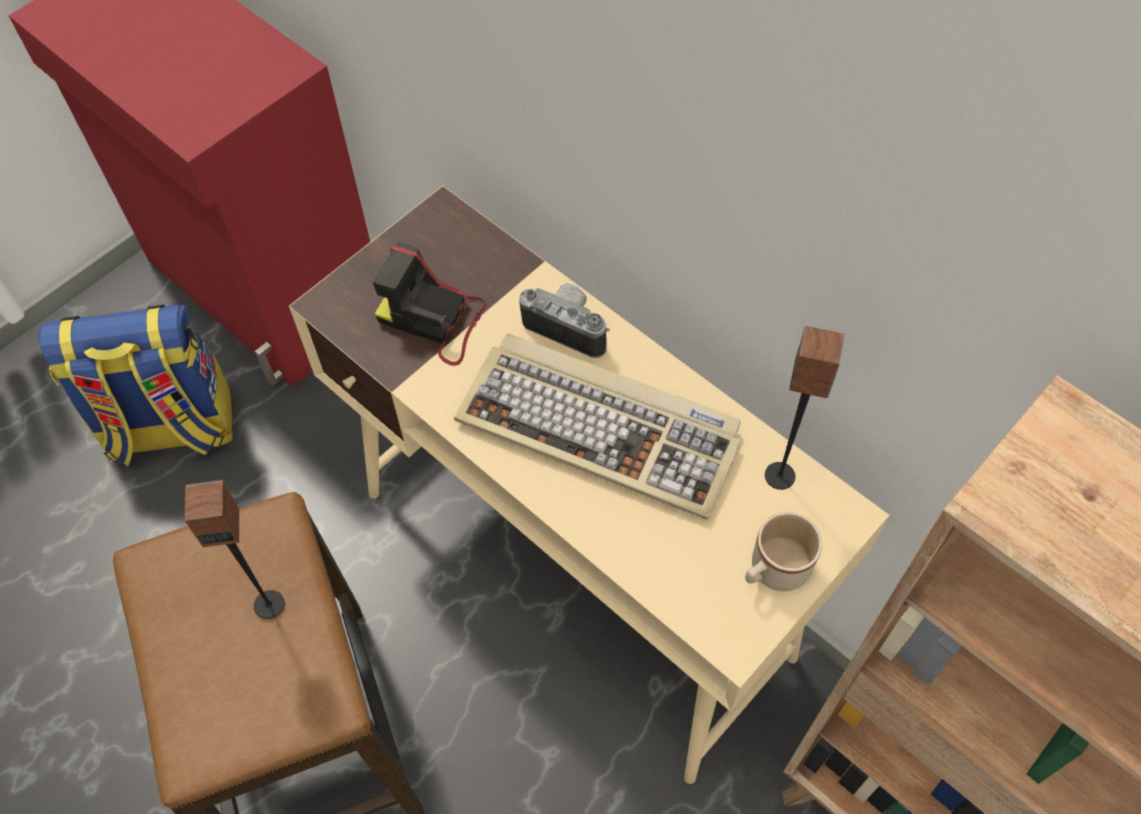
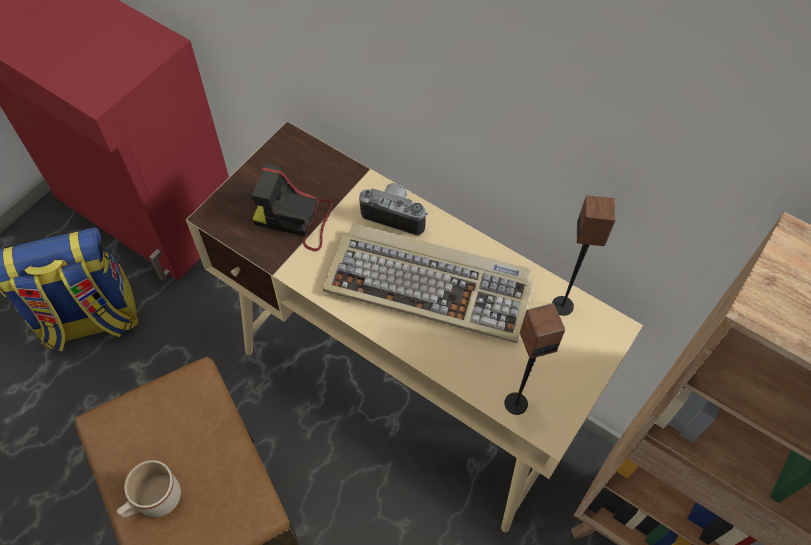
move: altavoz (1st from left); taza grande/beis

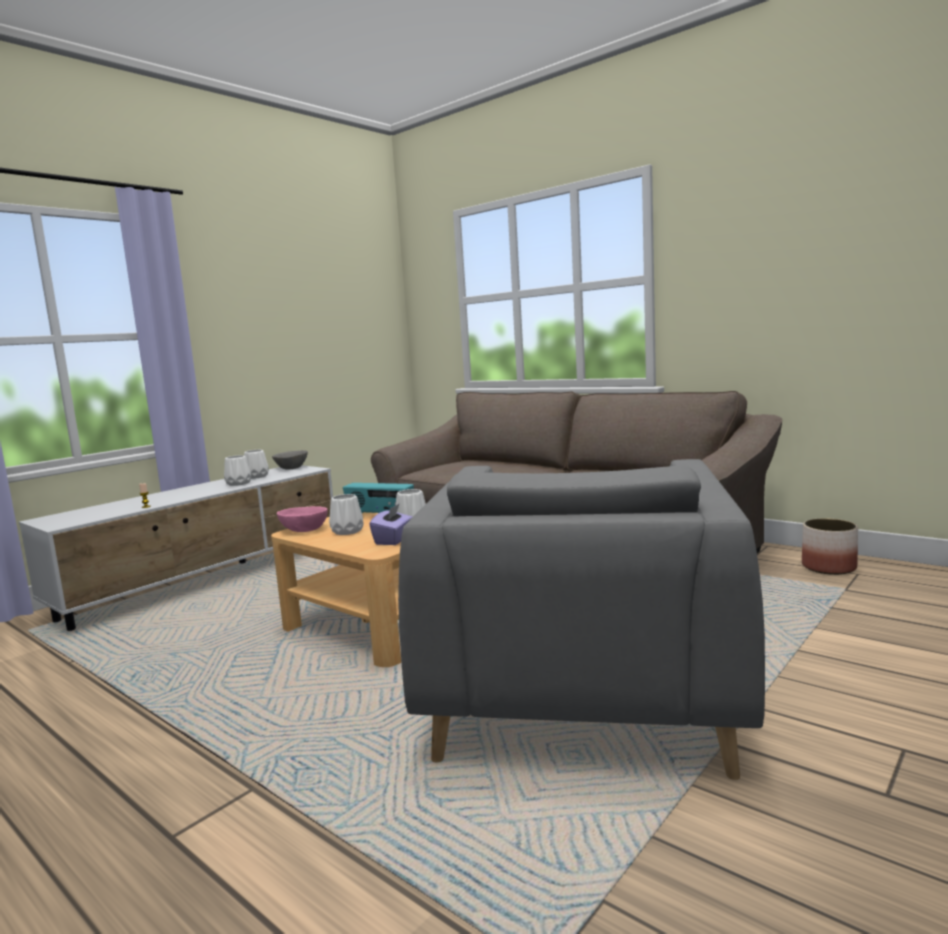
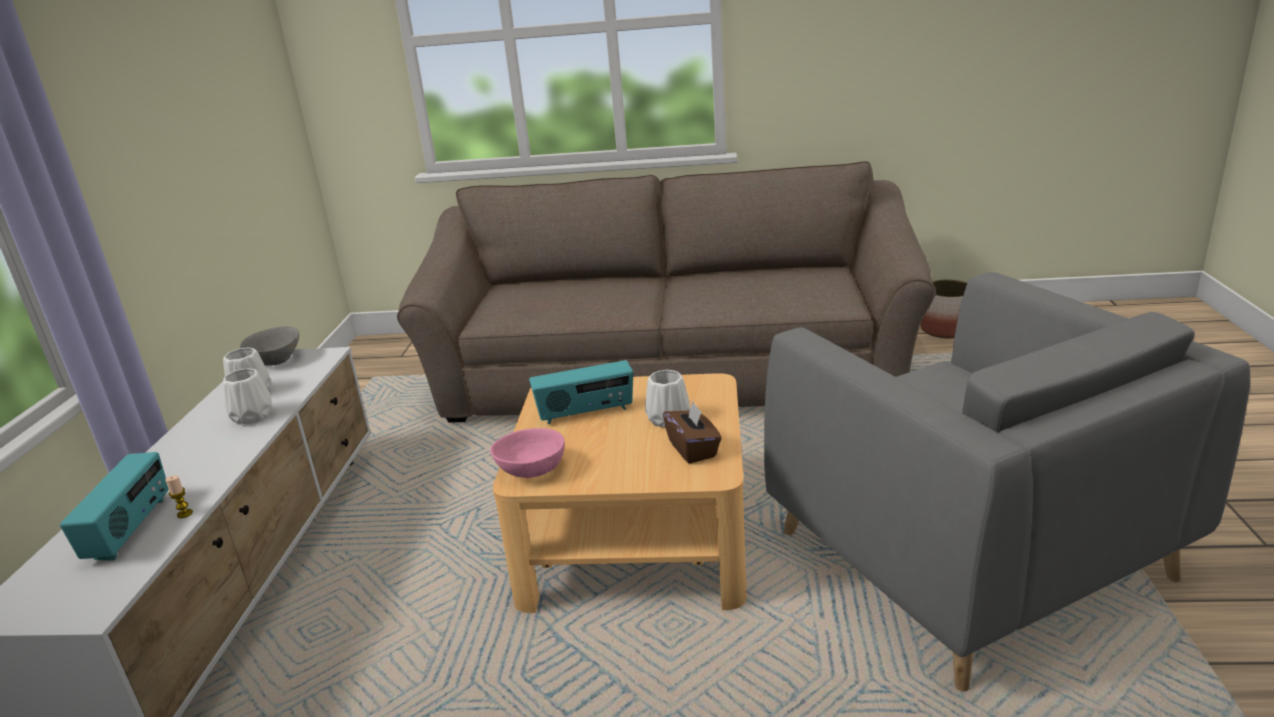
delete: florero/blanco (3rd from left)
insert: radio (1st from left)
recolor: caja de pañuelos/morado to caja de pañuelos/marrón

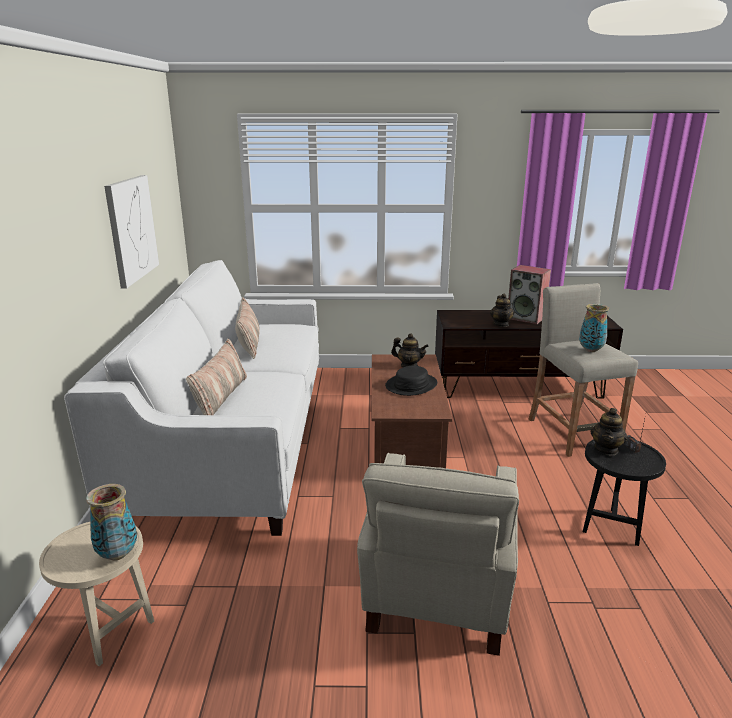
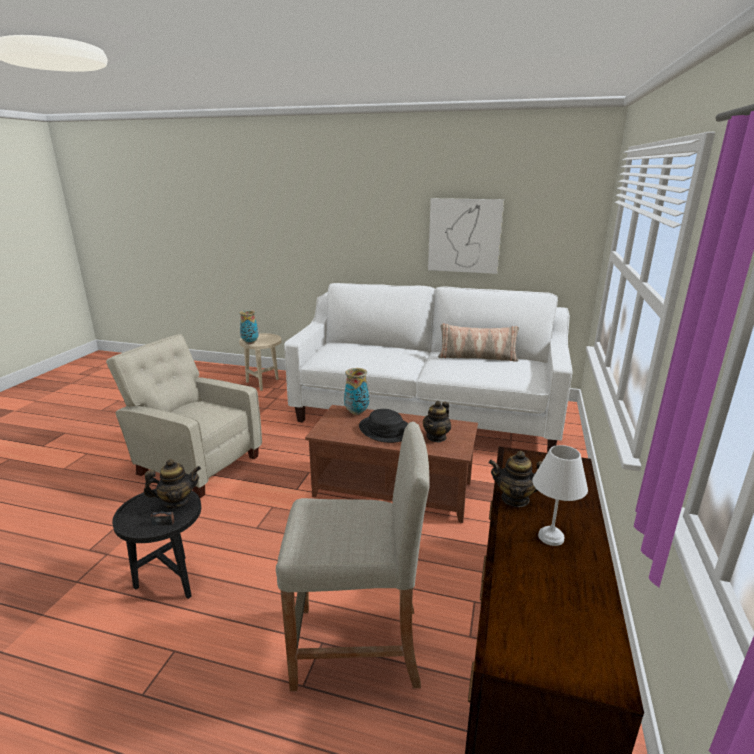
delete: cojín (1st from left)
move: florero (2nd from left)
replace: altavoz to lámpara de mesa/blanco
rotate: tetera (3rd from left in the first image) 120 degrees clockwise

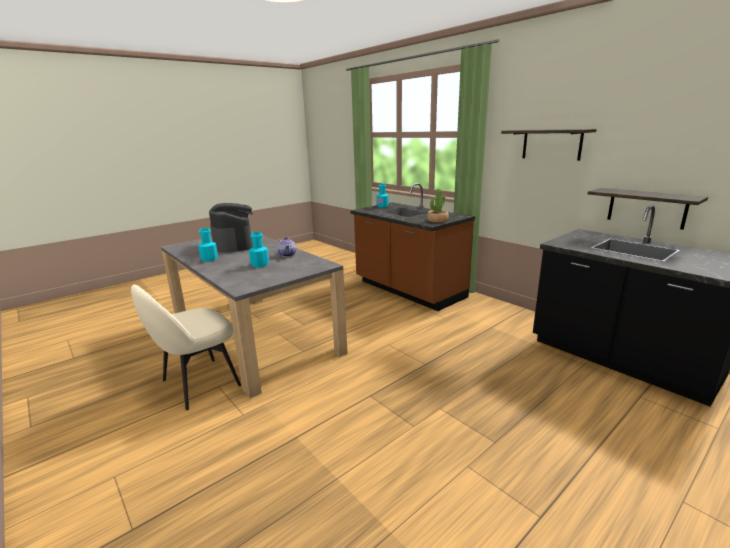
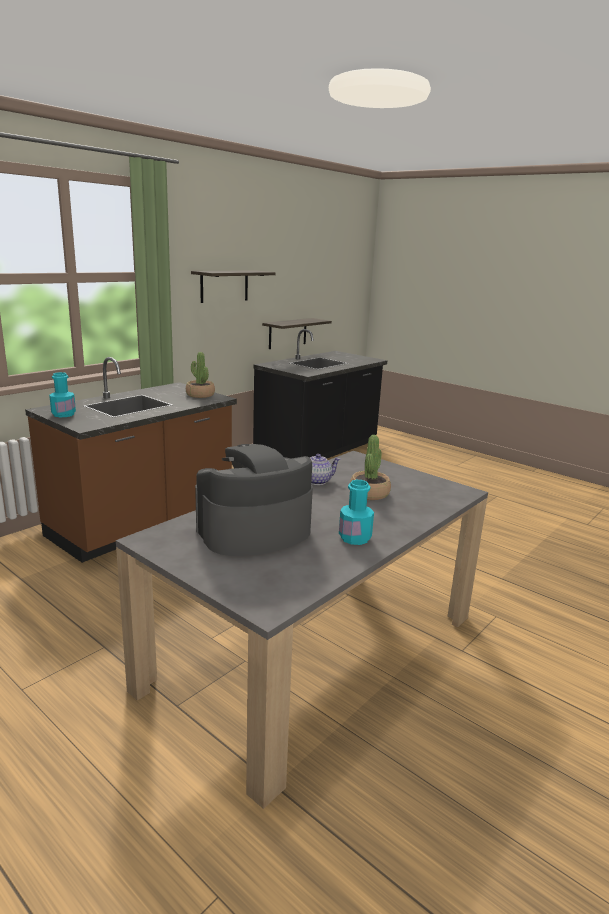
delete: silla/beis
replace: botella/turquesa (2nd from left) to planta en maceta (2nd from left)

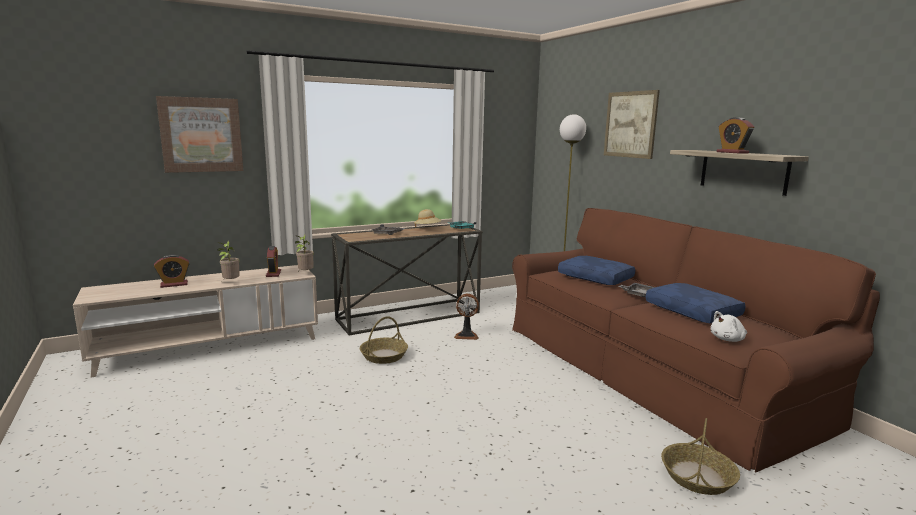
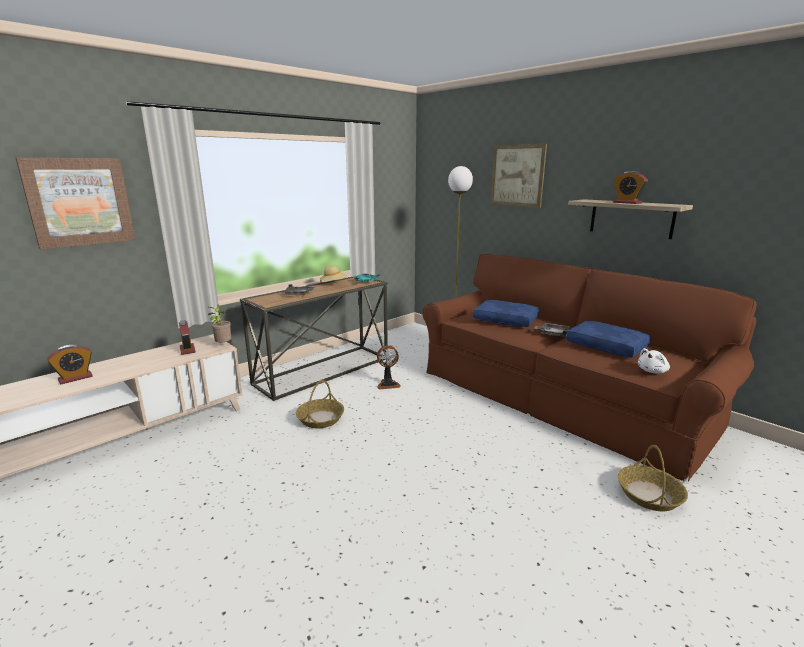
delete: planta en maceta (1st from left)

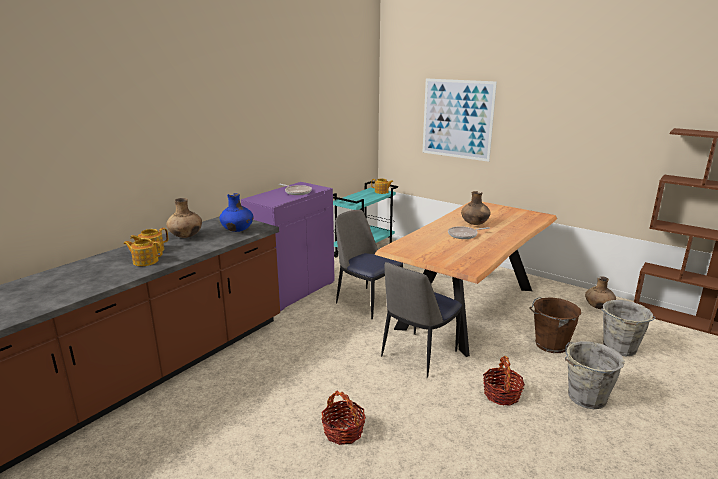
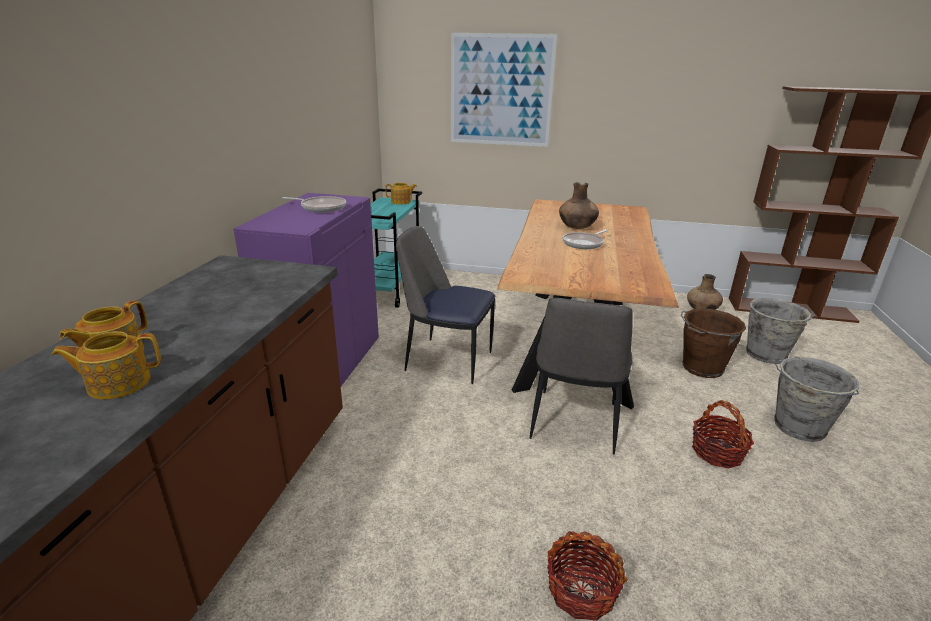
delete: florero/azul; florero/marrón (1st from left)

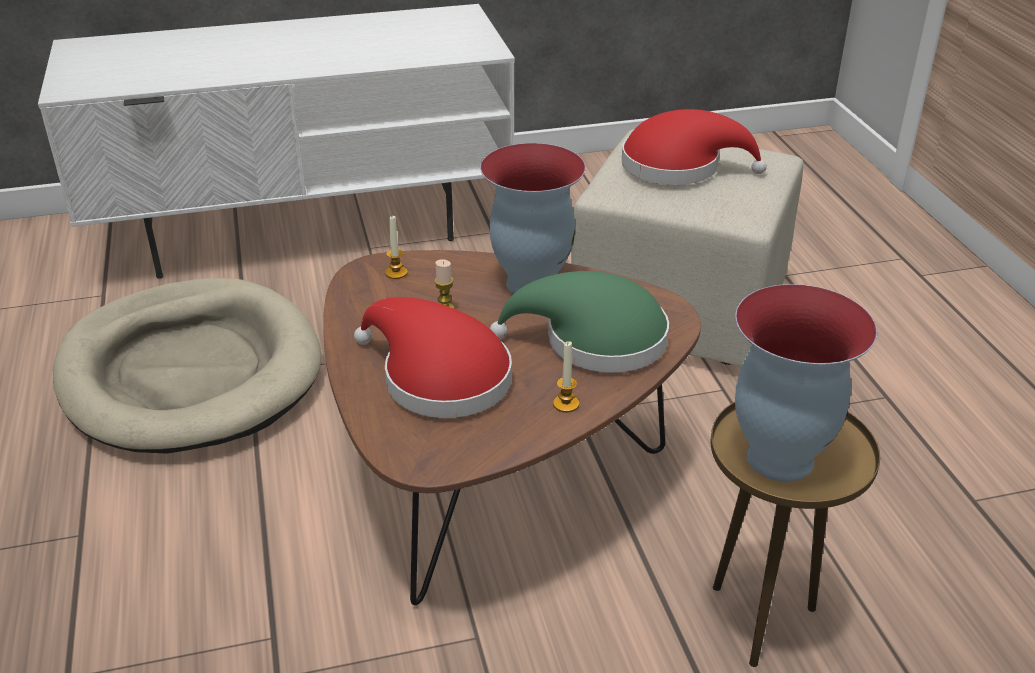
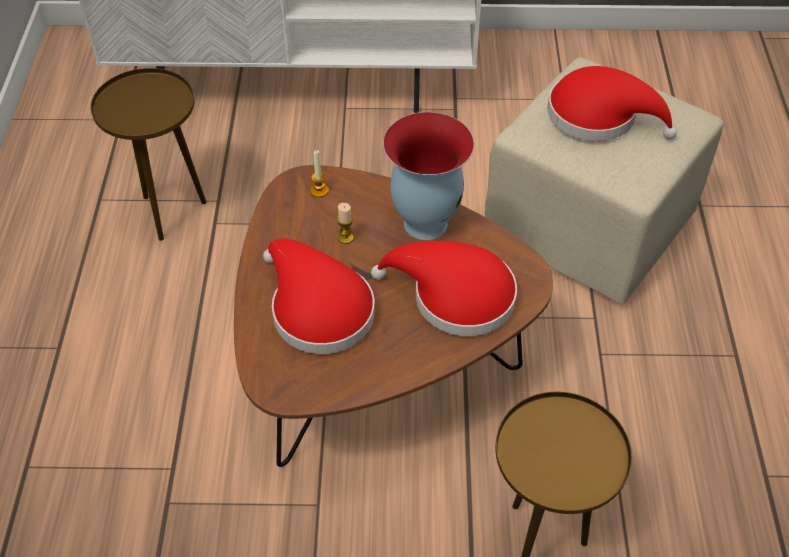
delete: florero (2nd from left); vela (3rd from left)
replace: cama para perro/beis to mesa auxiliar/marrón (1st from left)
recolor: sombrero/verde to sombrero/rojo (2nd from left)

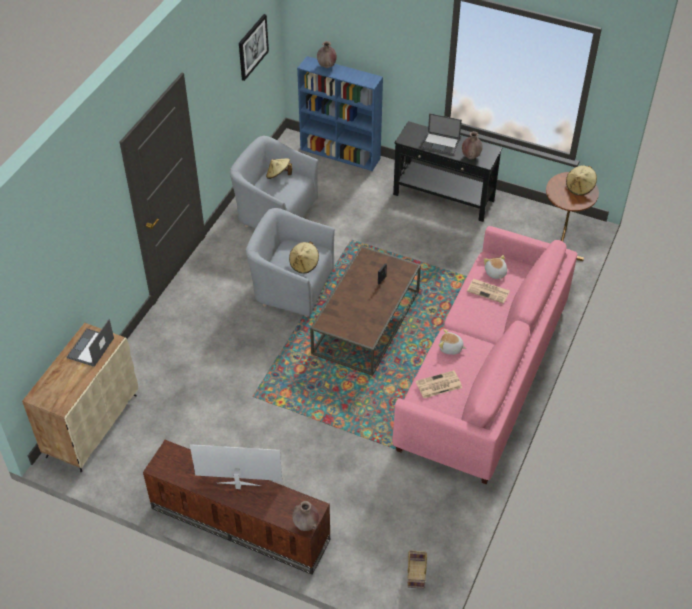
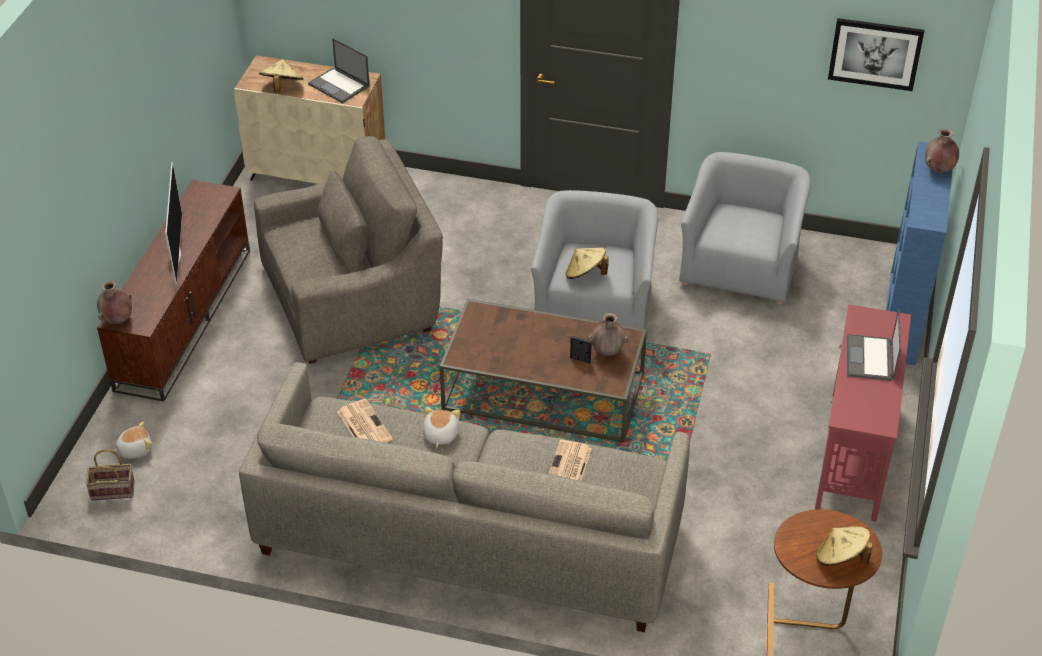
insert: sillón/gris (1st from left)
move: florero/marrón (3rd from left in the first image) to florero/marrón (2nd from left); sombrero/beis (1st from left); peluche (2nd from left in the first image) to peluche (1st from left)
recolor: mesa consola/negro to mesa consola/rojo; sofá/rosa to sofá/gris
rotate: portátil (1st from left) 150 degrees counterclockwise

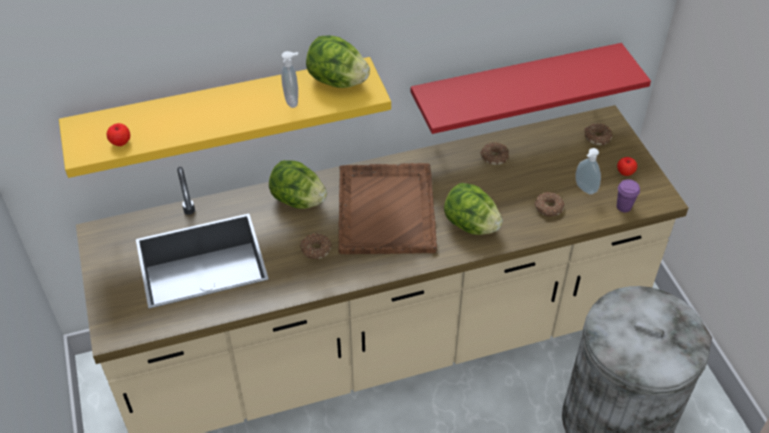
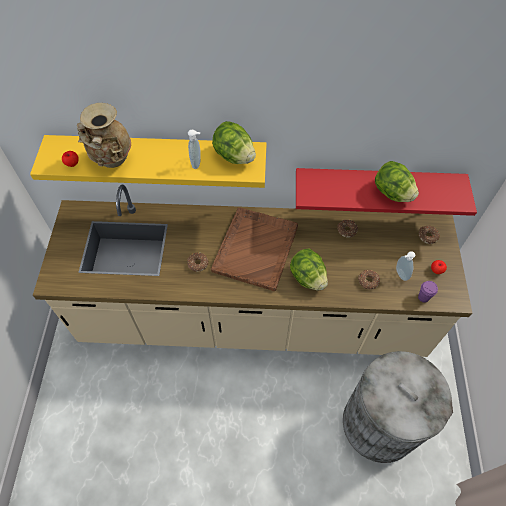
insert: florero/beis
move: lechuga (1st from left in the first image) to lechuga (3rd from left)

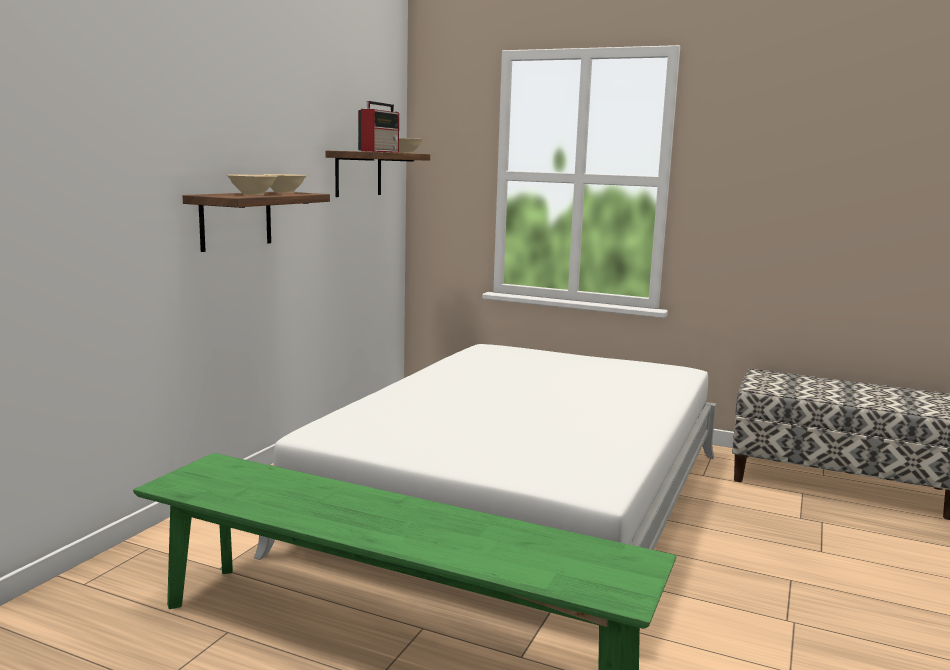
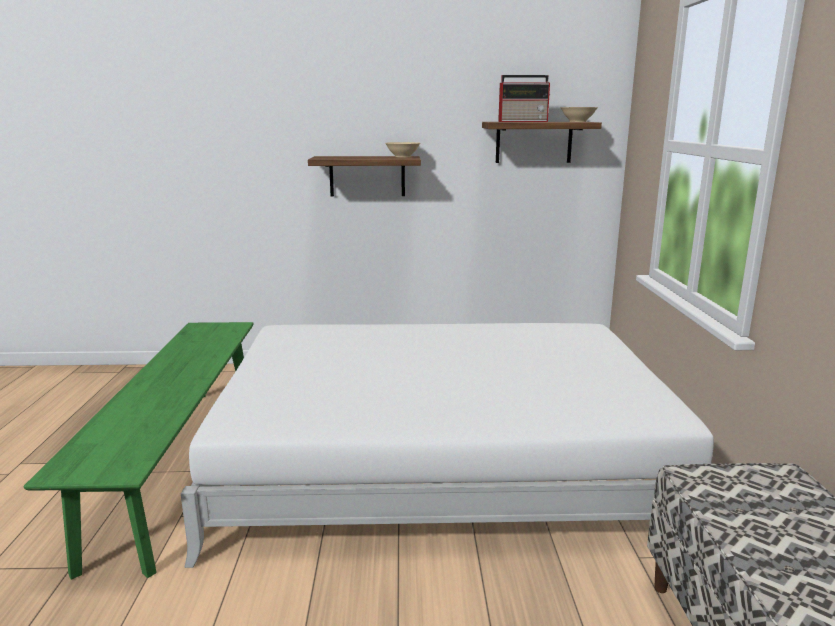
delete: cuenco/beis (1st from left)

